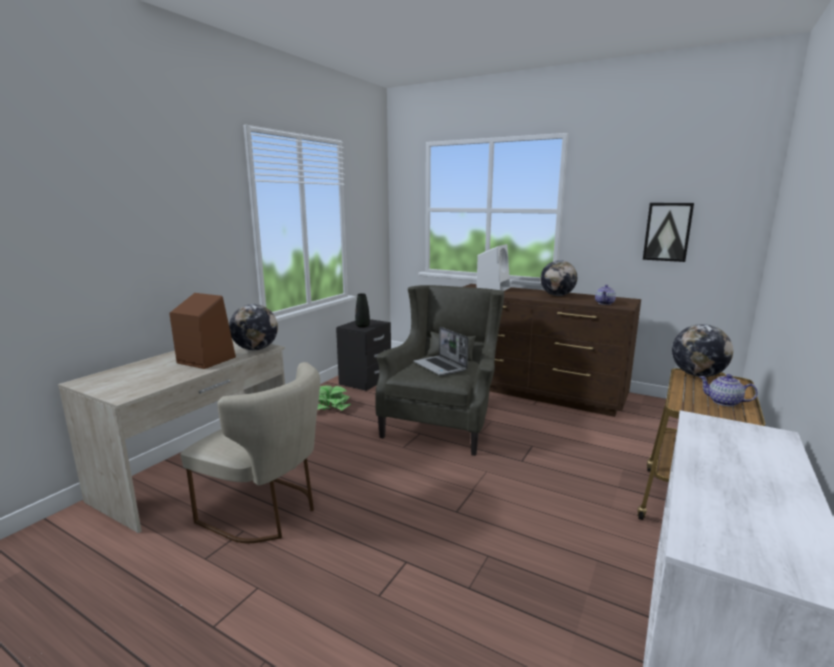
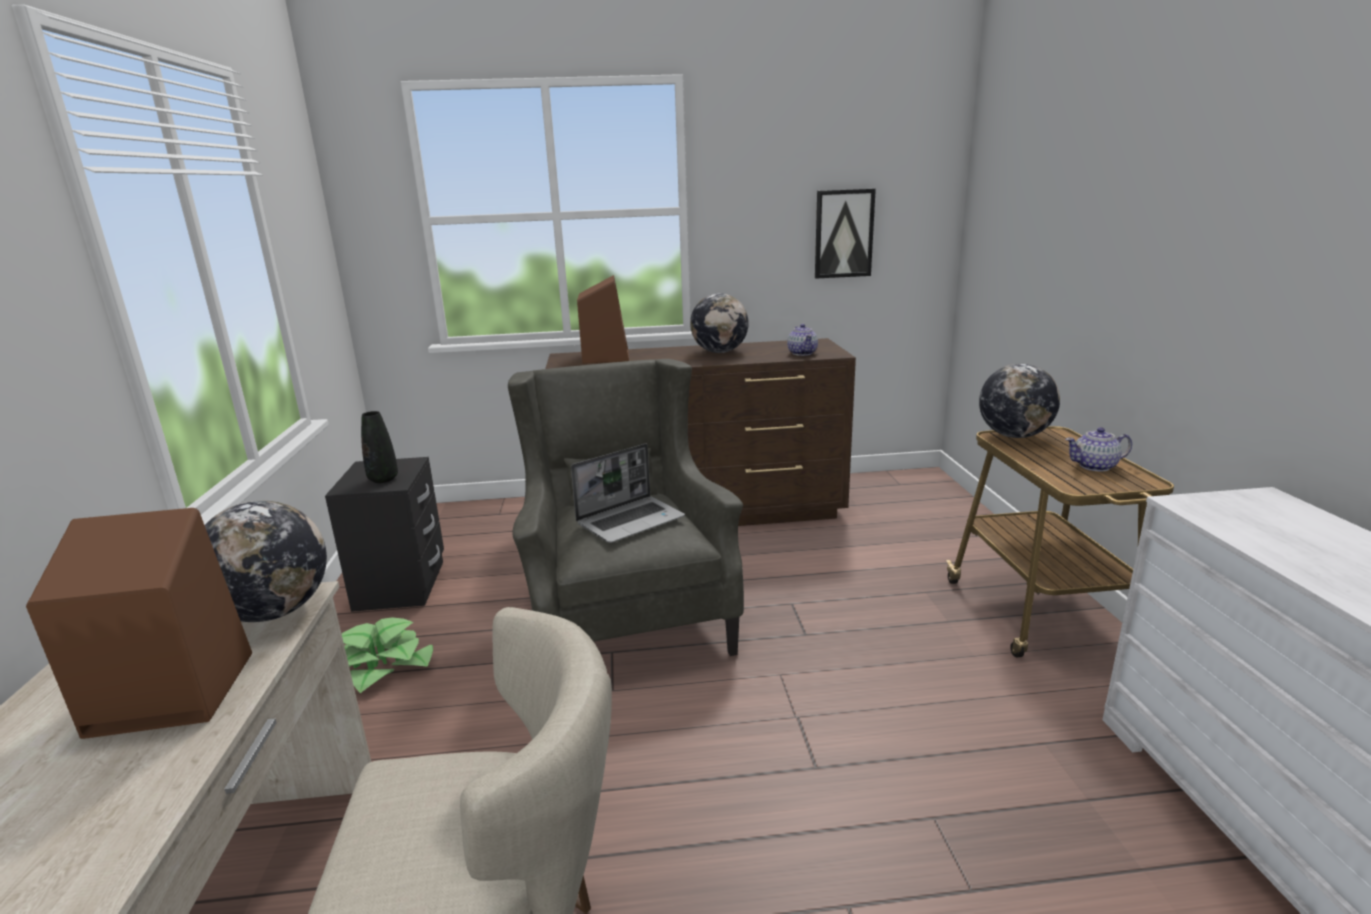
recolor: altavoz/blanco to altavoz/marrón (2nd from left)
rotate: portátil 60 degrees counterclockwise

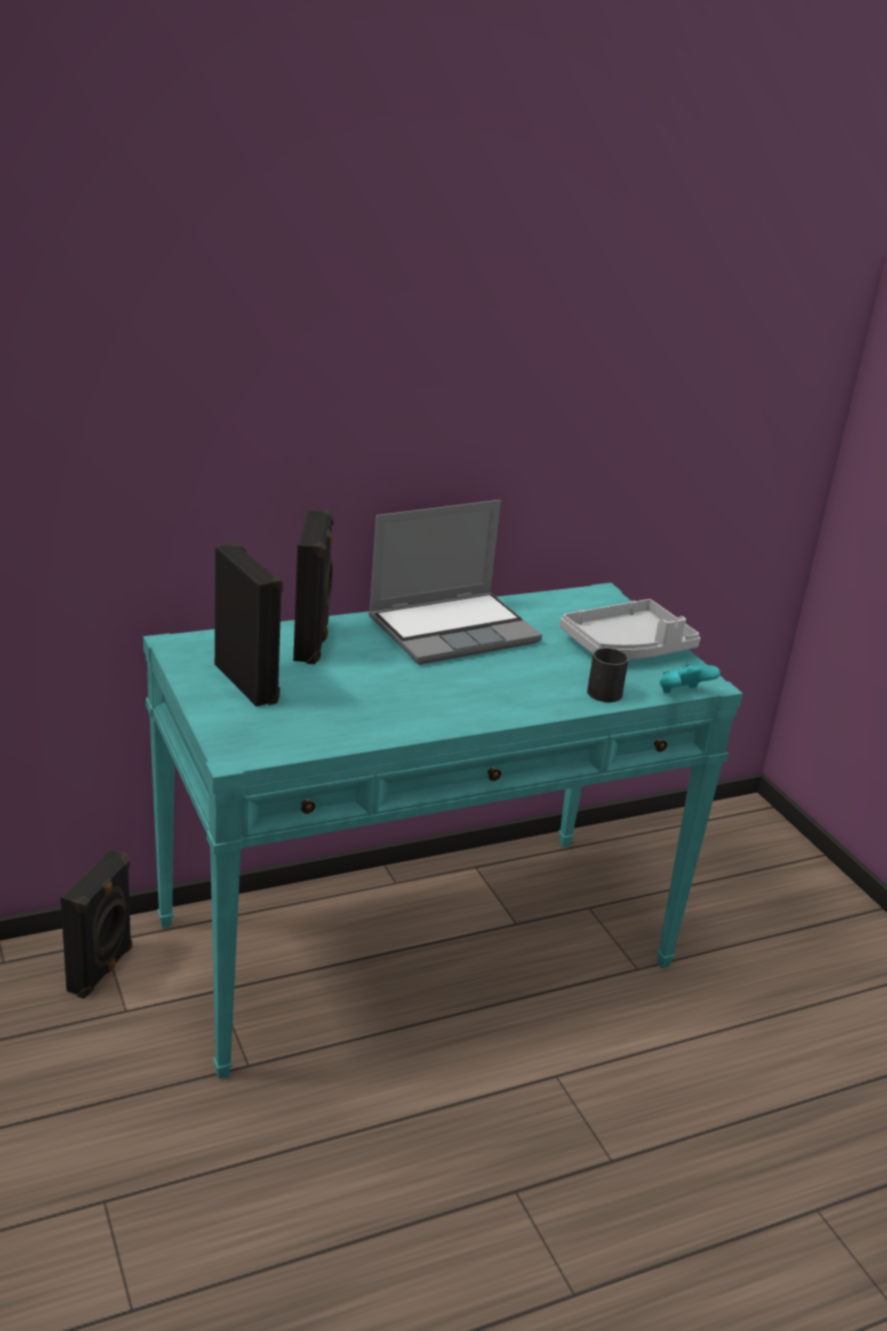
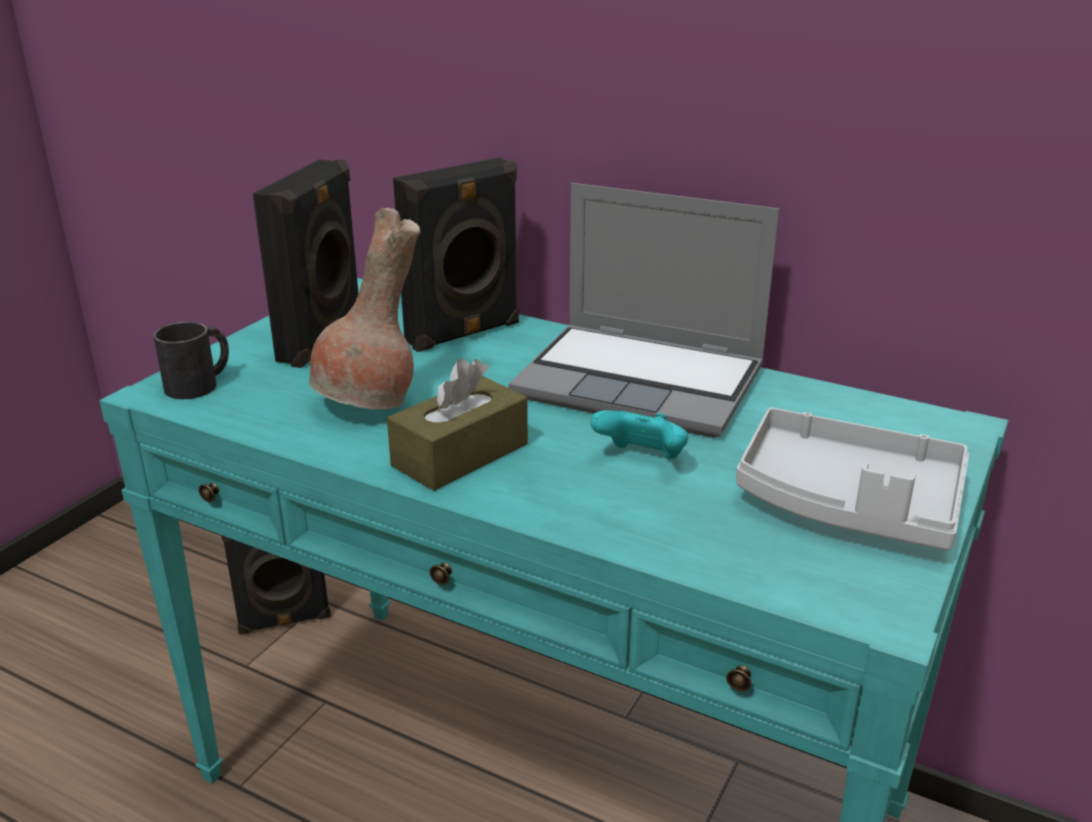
insert: florero/marrón; caja de pañuelos/marrón
move: taza grande/negro; mando de consola/turquesa

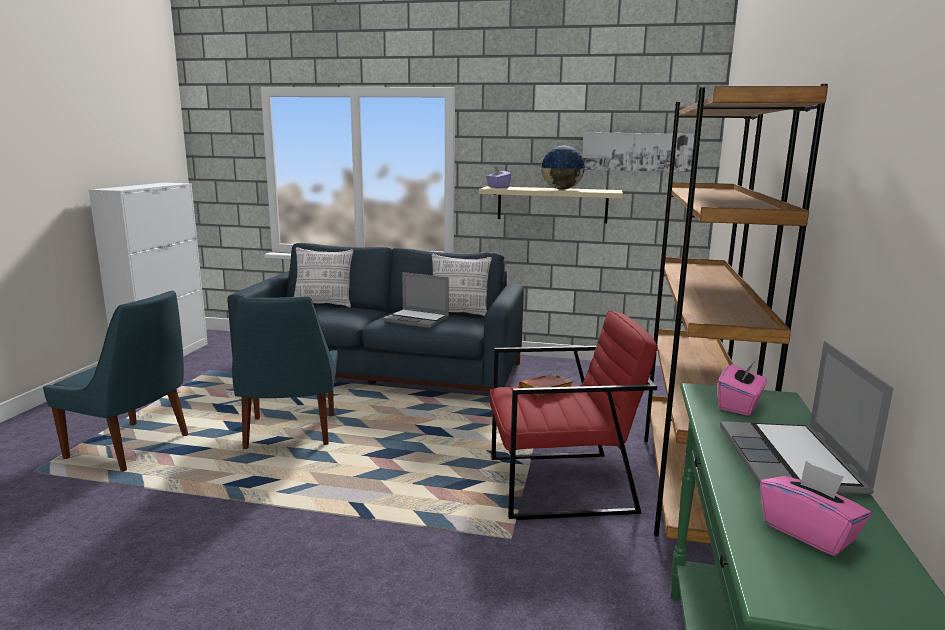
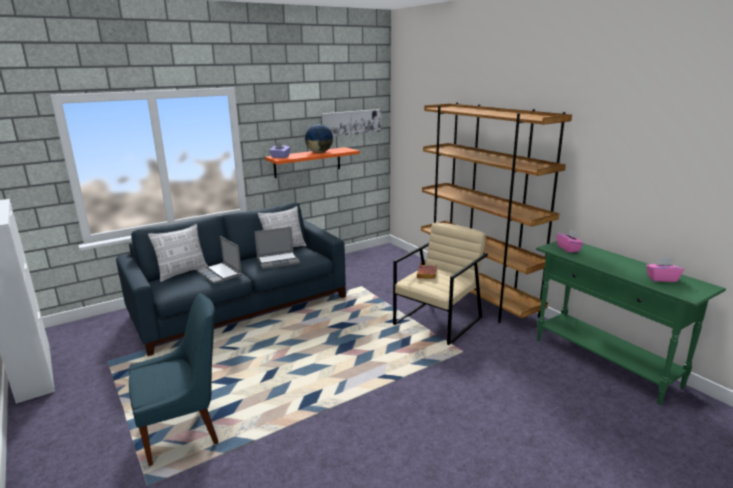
delete: silla/azul (2nd from left)
move: portátil (2nd from left in the first image) to portátil (1st from left)
recolor: estante/beis to estante/naranja; sillón/rojo to sillón/beis

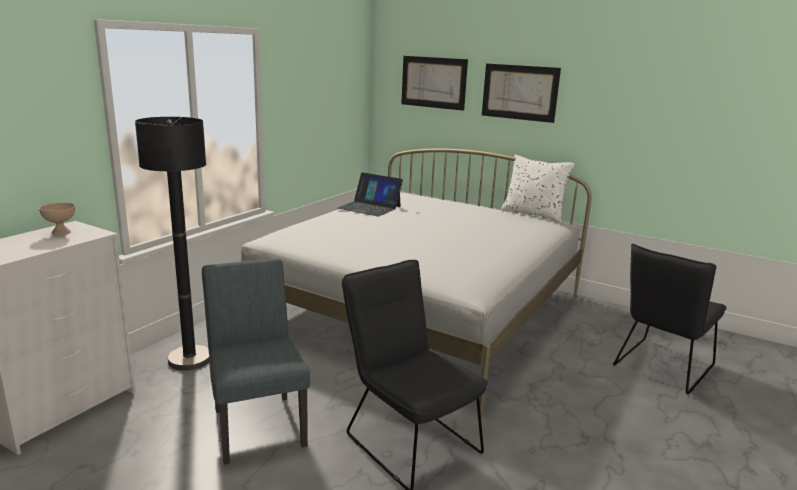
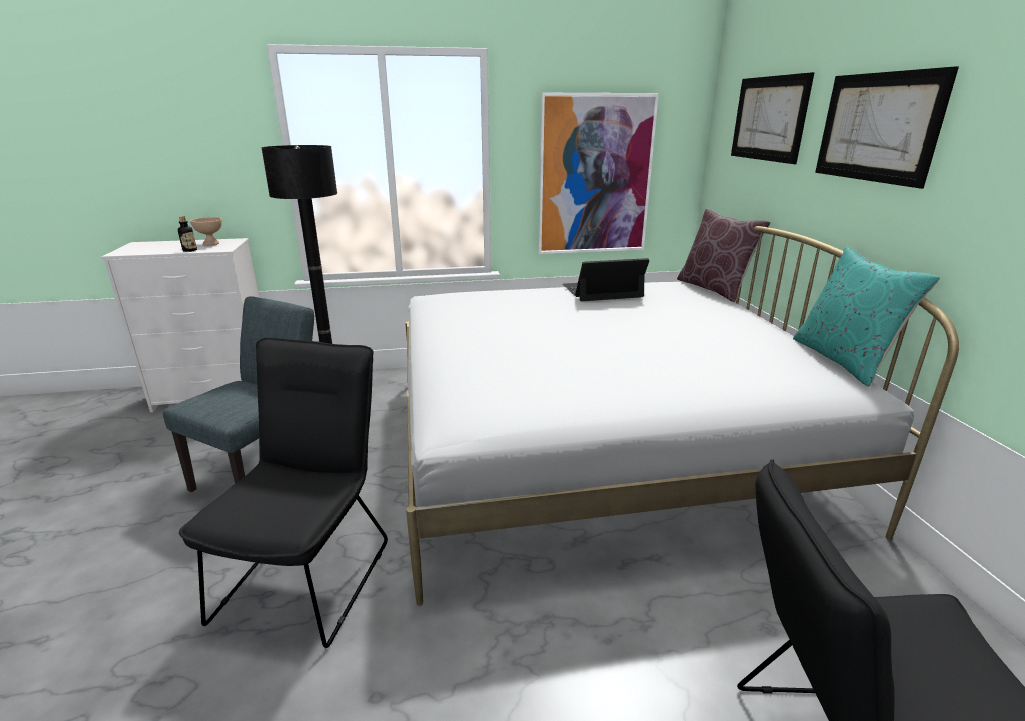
insert: cuadro (1st from left); cojín/marrón; botella
recolor: cojín/blanco to cojín/turquesa
rotate: portátil 90 degrees clockwise

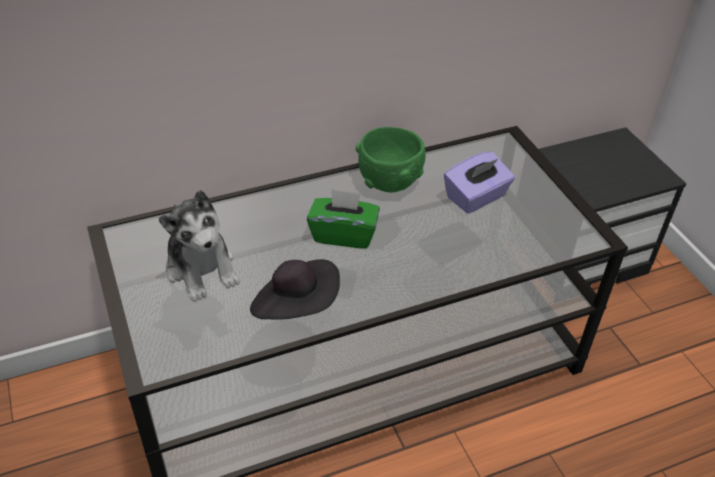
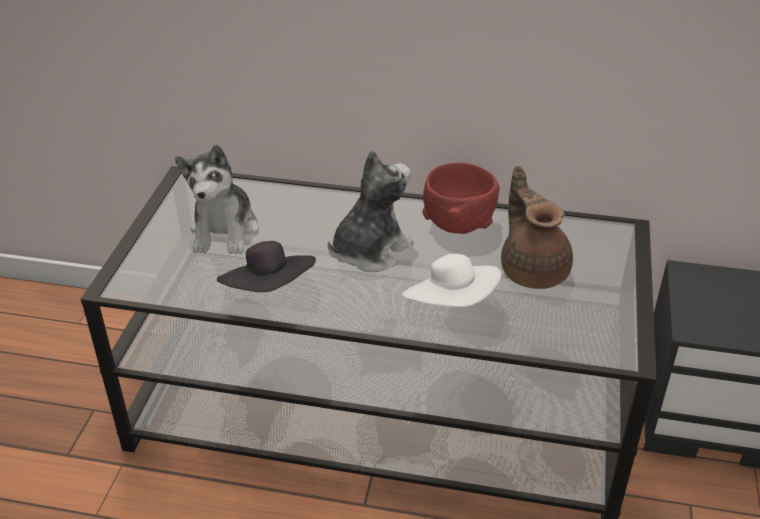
insert: sombrero/blanco
replace: caja de pañuelos/morado to tetera/marrón; caja de pañuelos/verde to peluche (2nd from left)
recolor: cuenco/verde to cuenco/rojo

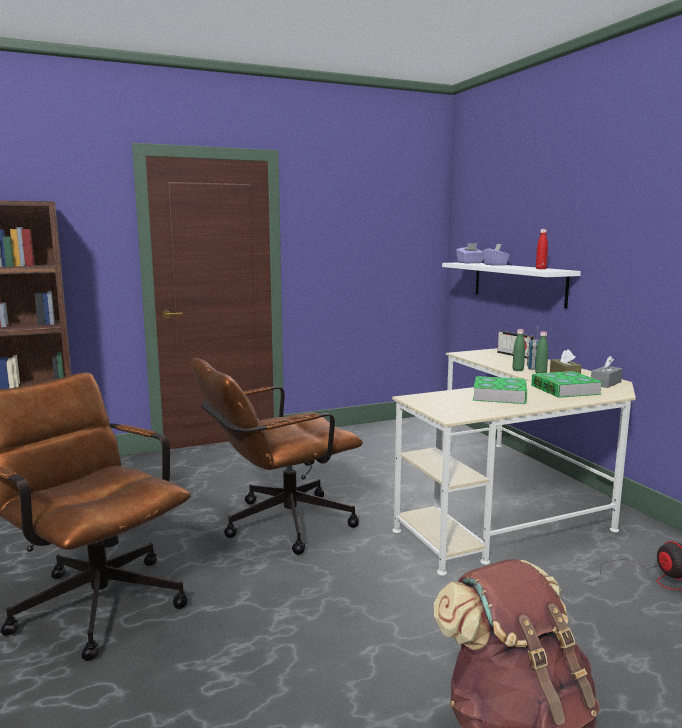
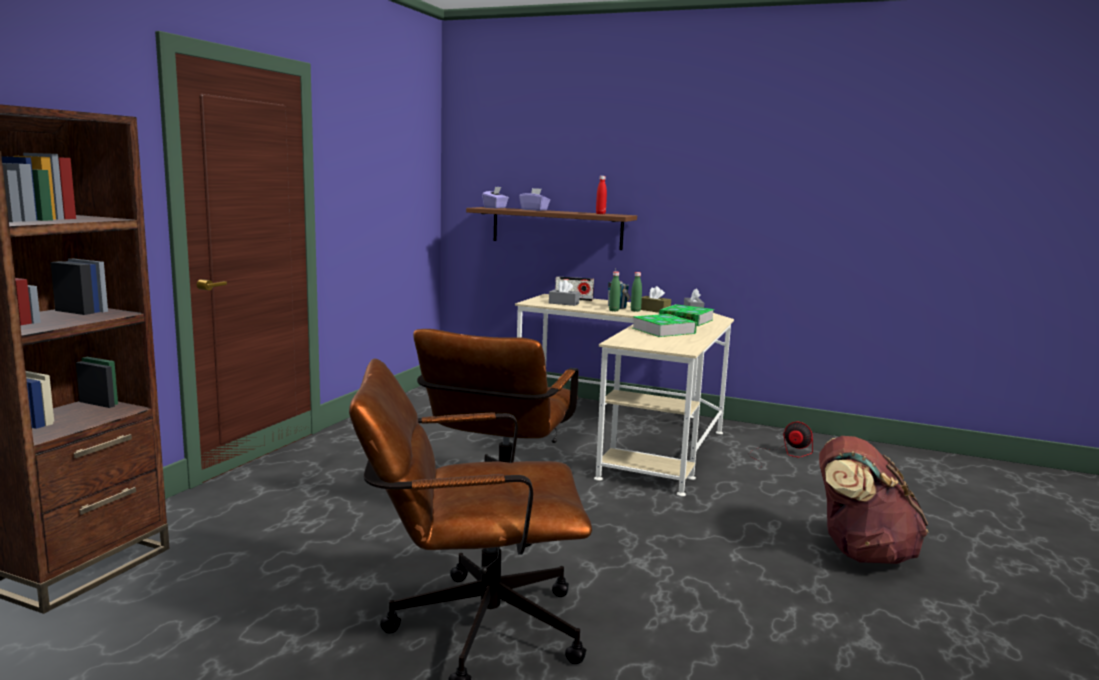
insert: caja de pañuelos/gris (1st from left)
recolor: estante/blanco to estante/marrón

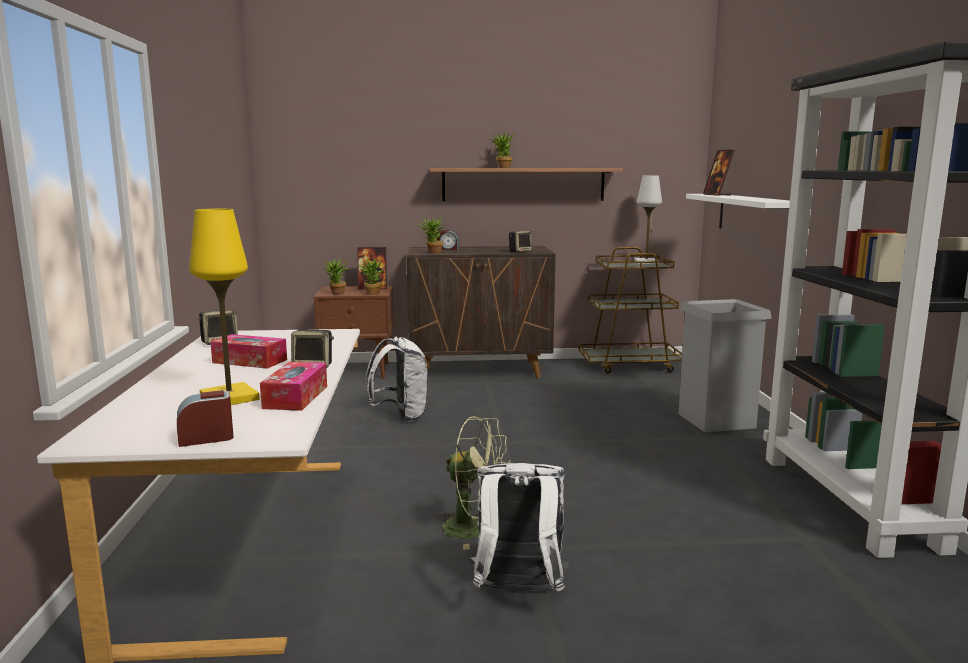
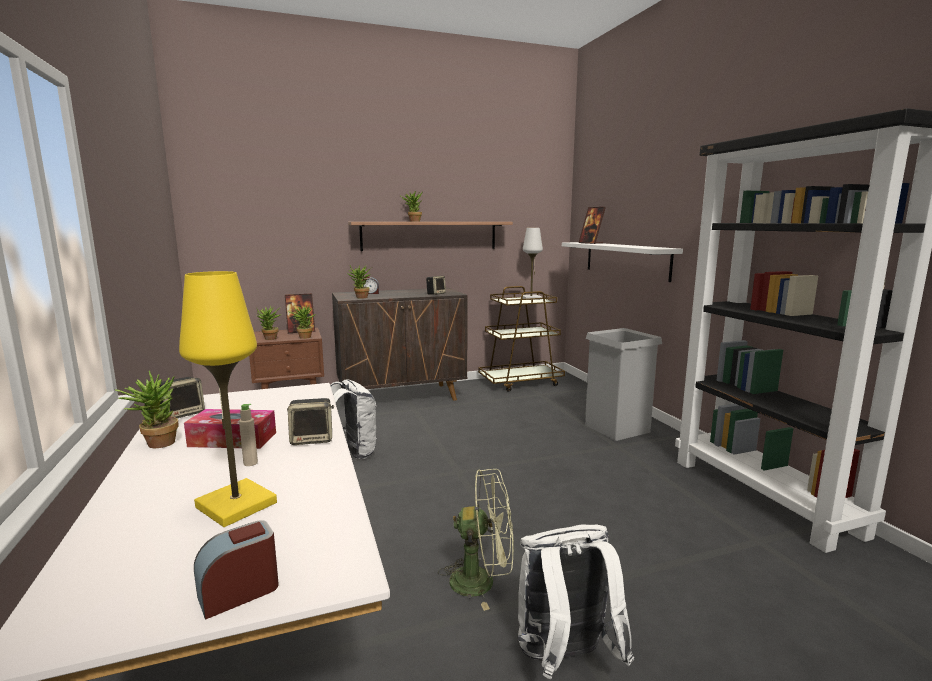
delete: caja de pañuelos (2nd from left)
insert: planta en maceta (1st from left); botella/beis

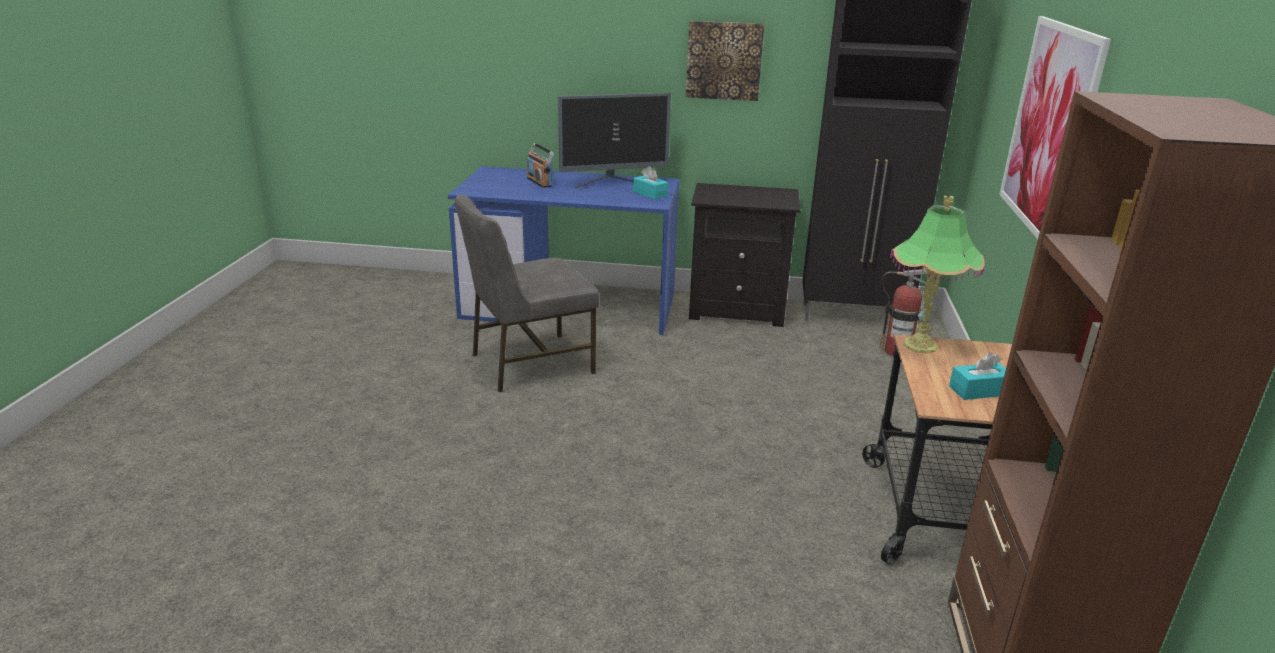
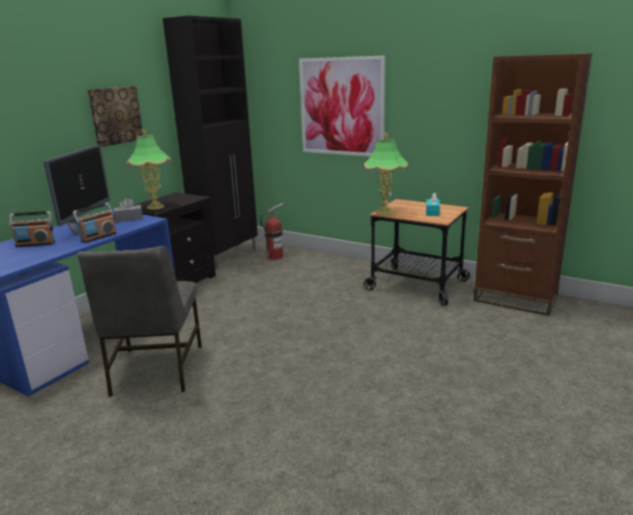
insert: lámpara de mesa (1st from left); radio (2nd from left)
recolor: caja de pañuelos/turquesa (1st from left) to caja de pañuelos/gris

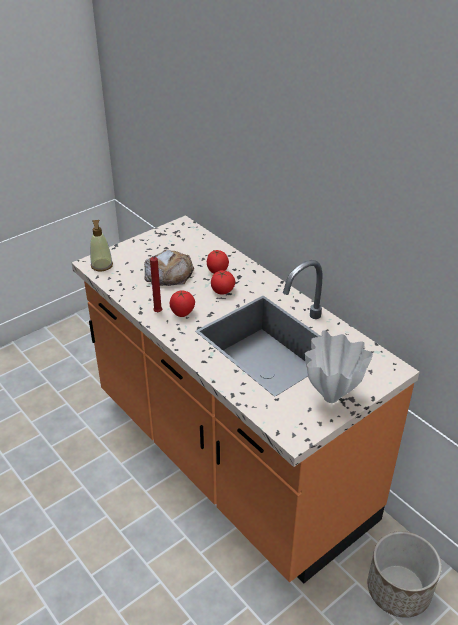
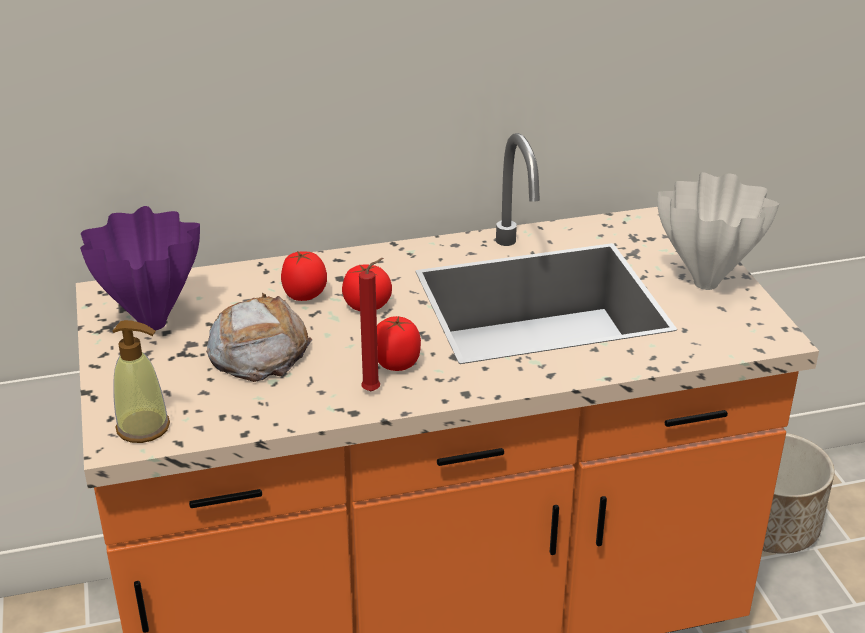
insert: florero/morado

